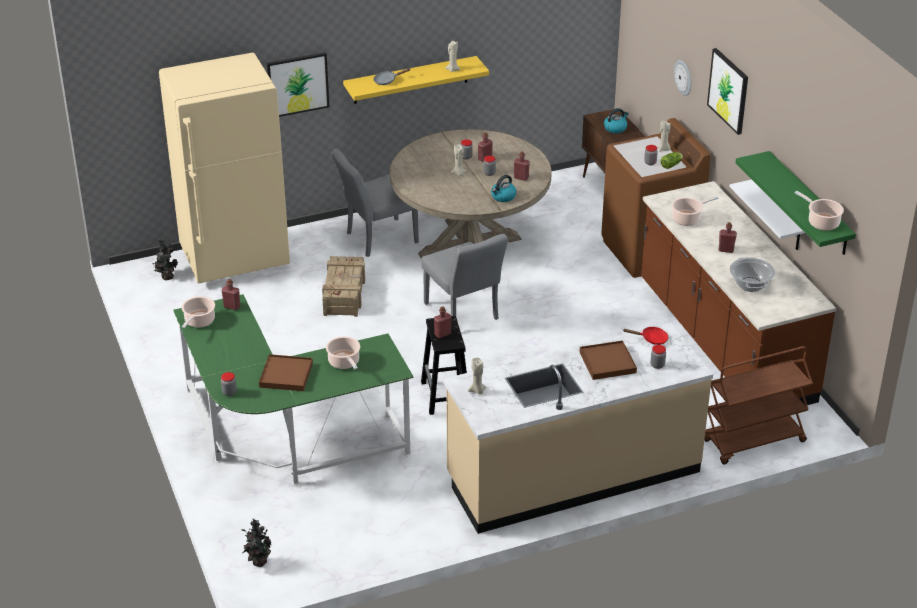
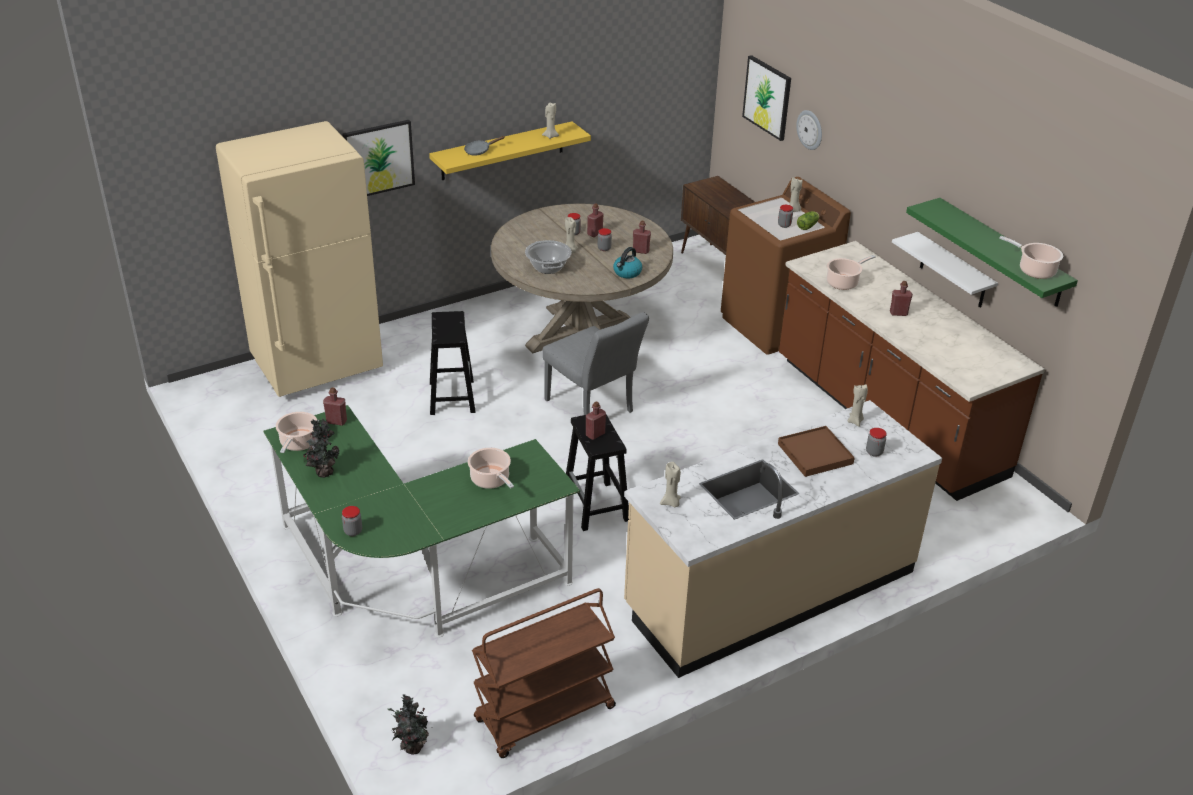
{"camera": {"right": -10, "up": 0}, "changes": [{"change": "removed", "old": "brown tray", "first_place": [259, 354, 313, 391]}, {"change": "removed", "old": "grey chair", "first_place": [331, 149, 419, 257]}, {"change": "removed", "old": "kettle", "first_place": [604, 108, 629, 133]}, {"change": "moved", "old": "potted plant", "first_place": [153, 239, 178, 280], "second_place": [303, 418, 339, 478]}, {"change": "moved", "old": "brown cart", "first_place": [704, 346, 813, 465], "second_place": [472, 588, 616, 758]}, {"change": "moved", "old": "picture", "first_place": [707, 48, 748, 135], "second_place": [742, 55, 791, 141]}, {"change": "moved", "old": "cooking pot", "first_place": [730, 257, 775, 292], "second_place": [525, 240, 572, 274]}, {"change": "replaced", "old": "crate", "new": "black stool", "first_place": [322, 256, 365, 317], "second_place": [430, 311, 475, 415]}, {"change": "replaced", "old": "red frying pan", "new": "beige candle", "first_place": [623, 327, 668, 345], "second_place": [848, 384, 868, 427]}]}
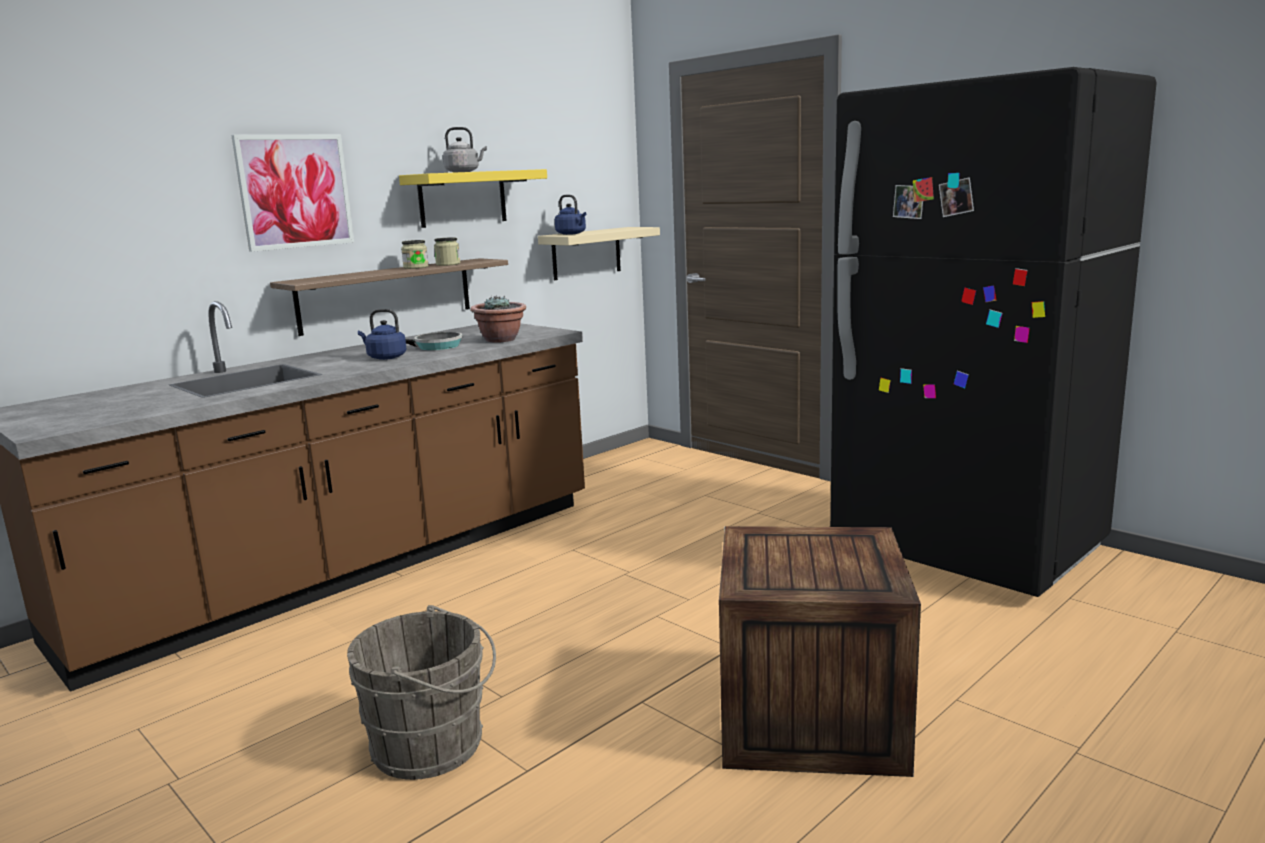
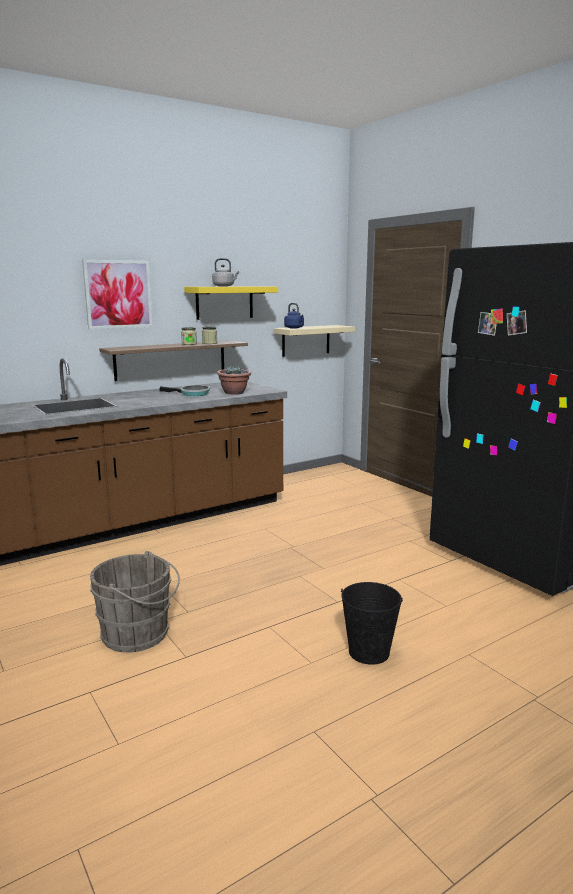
{"camera": {"right": 10, "up": 0}, "changes": [{"change": "removed", "old": "blue kettle", "first_place": [358, 309, 406, 360]}, {"change": "replaced", "old": "crate", "new": "black bucket", "first_place": [719, 526, 921, 777], "second_place": [341, 582, 403, 665]}]}
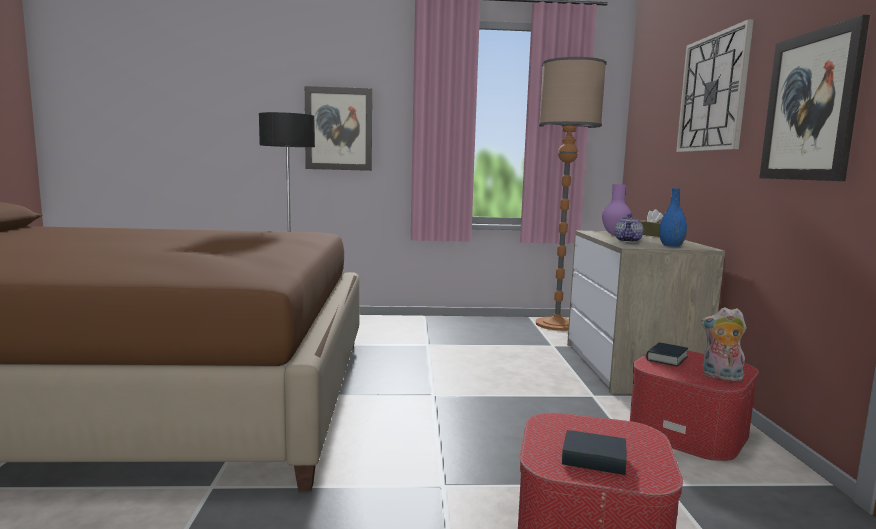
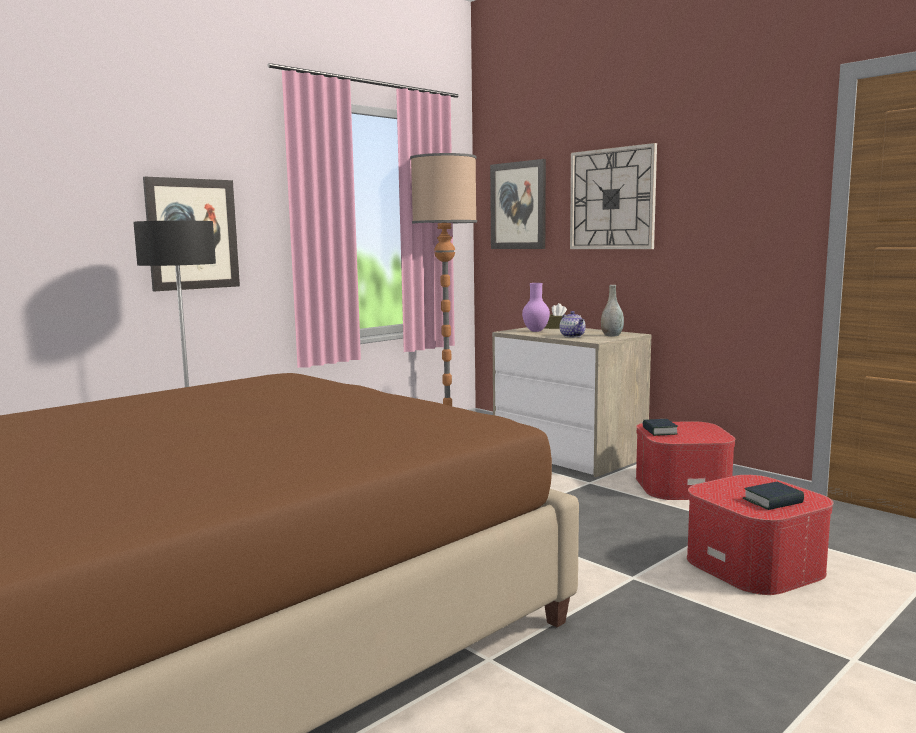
{"camera": {"right": -40, "up": 0}, "changes": [{"change": "removed", "old": "plush toy", "first_place": [701, 307, 747, 381]}, {"change": "moved", "old": "picture", "first_place": [759, 15, 870, 181], "second_place": [490, 159, 546, 249]}, {"change": "recoloured", "old": "blue vase", "new": "grey vase", "first_place": [659, 188, 687, 247], "second_place": [601, 285, 624, 337]}]}
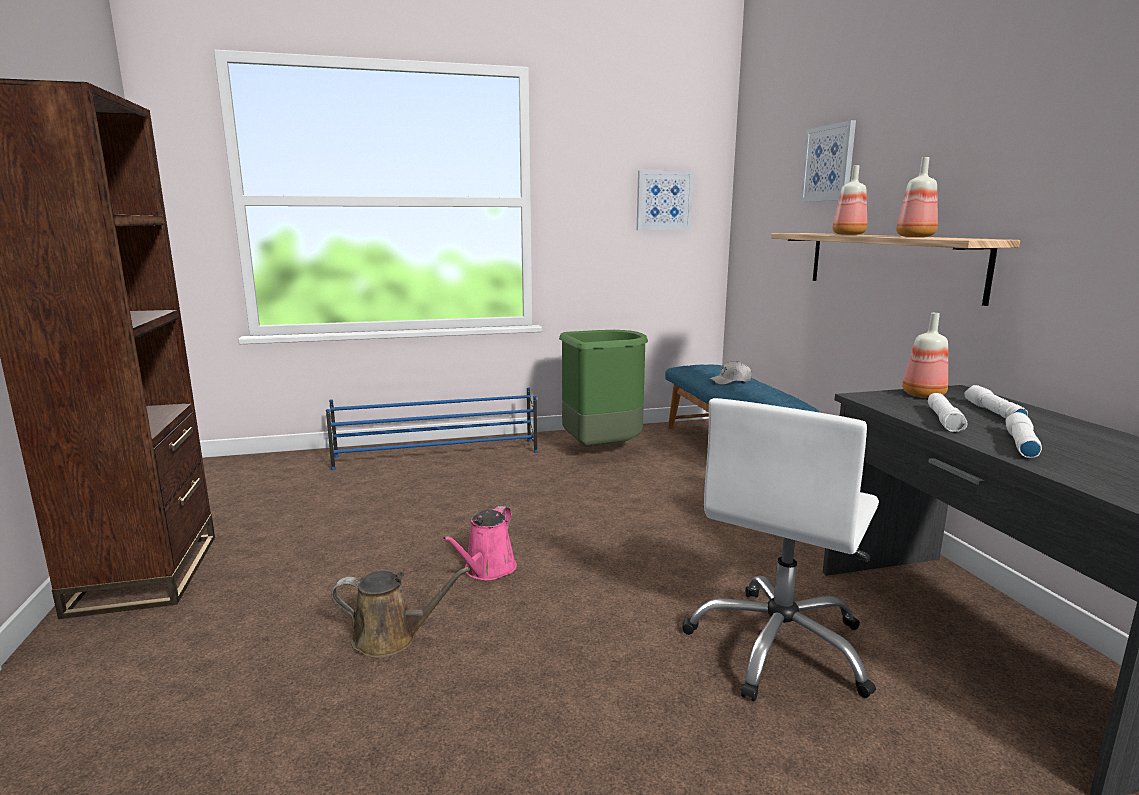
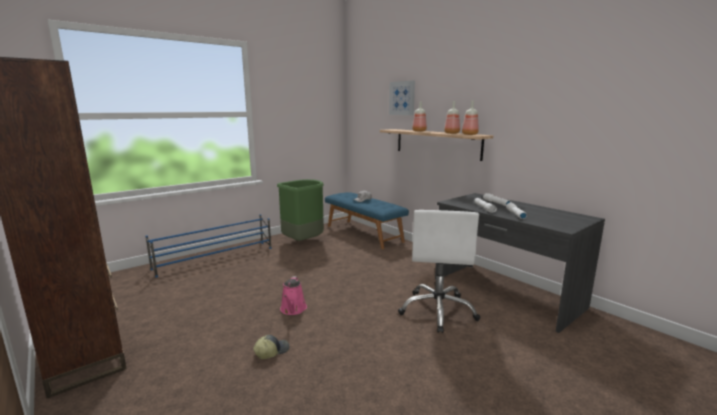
{"camera": {"right": -25, "up": 0}, "changes": [{"change": "removed", "old": "picture", "first_place": [637, 170, 693, 230]}, {"change": "moved", "old": "bottle", "first_place": [902, 313, 948, 398], "second_place": [462, 101, 479, 135]}, {"change": "replaced", "old": "brown watering can", "new": "cap", "first_place": [331, 567, 470, 658], "second_place": [253, 335, 289, 359]}]}
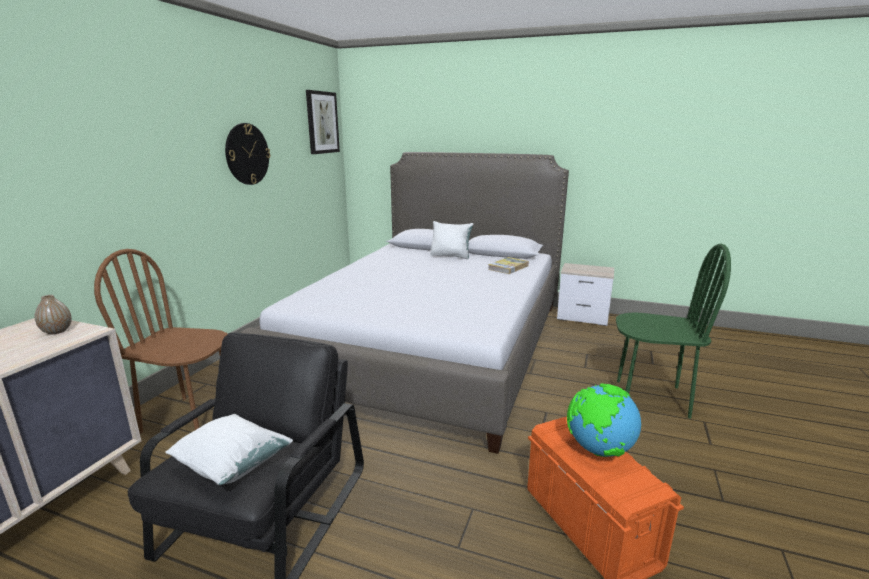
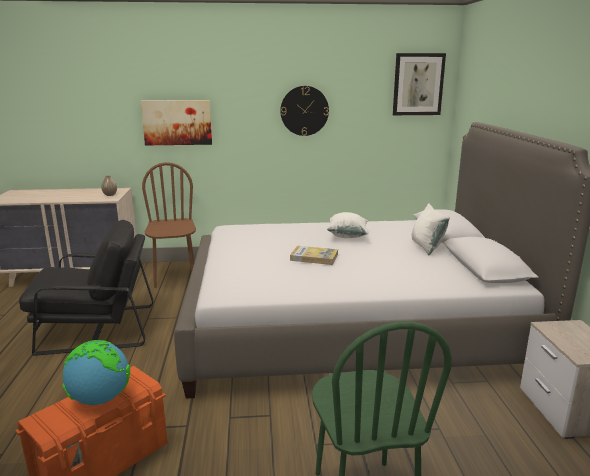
{"camera": {"right": 65, "up": 0}, "changes": [{"change": "added", "new": "picture", "second_place": [141, 100, 212, 145]}, {"change": "moved", "old": "white pillow", "first_place": [165, 414, 293, 485], "second_place": [327, 212, 369, 238]}, {"change": "moved", "old": "book", "first_place": [488, 257, 529, 274], "second_place": [290, 246, 338, 265]}]}
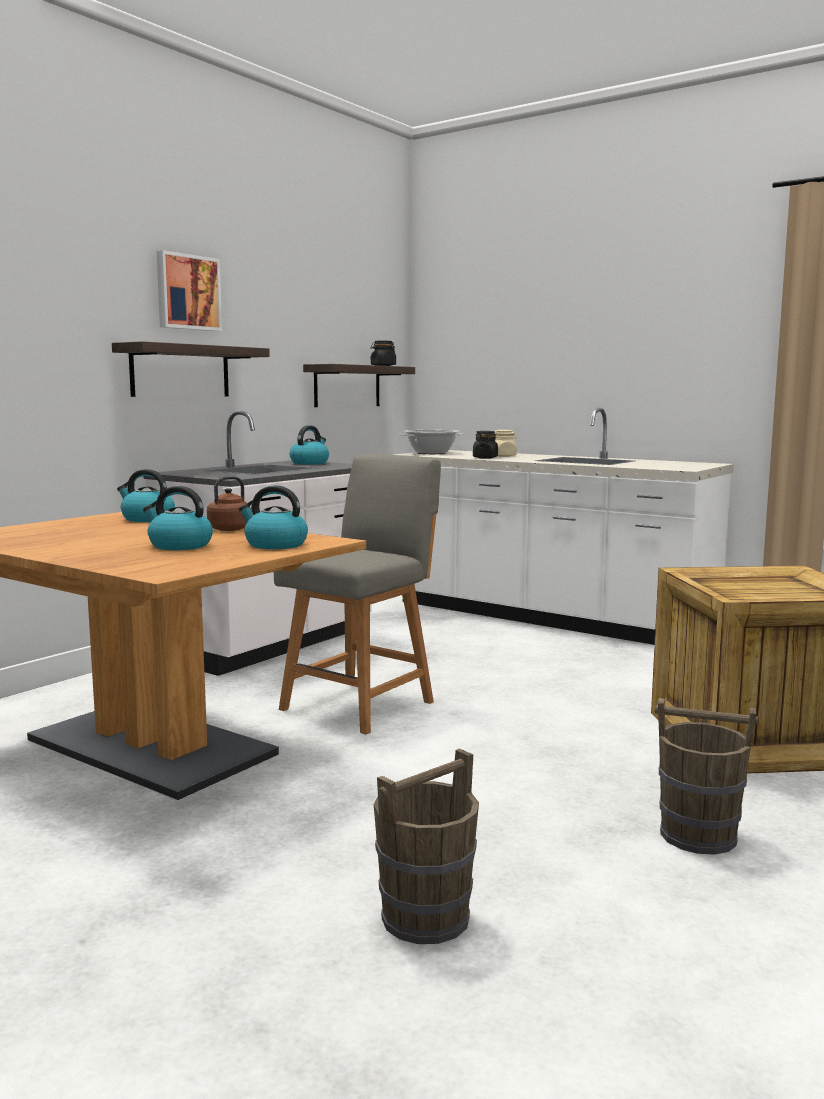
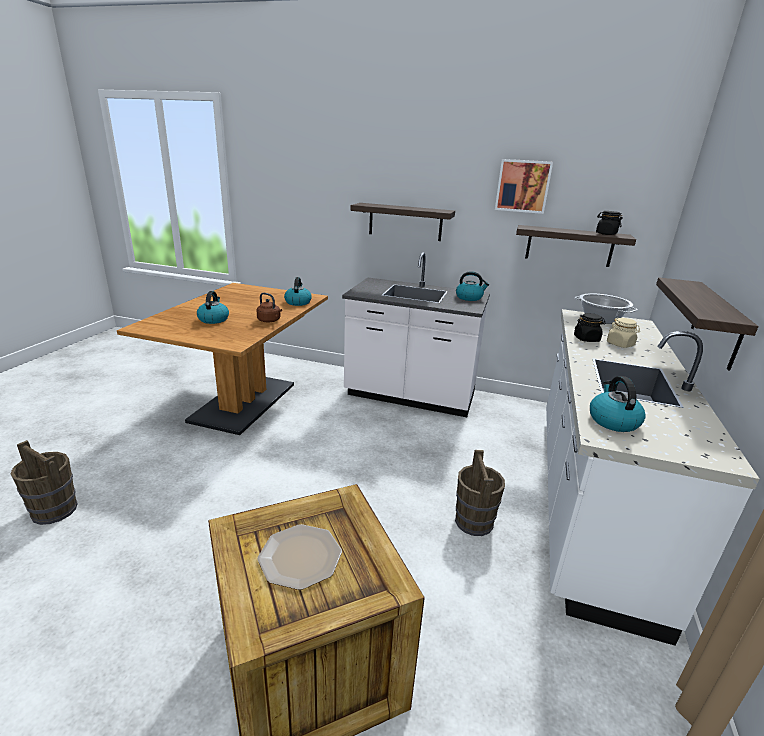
{"camera": {"right": 70, "up": 15}, "changes": [{"change": "removed", "old": "grey chair", "first_place": [274, 454, 441, 735]}, {"change": "added", "new": "plate", "second_place": [257, 524, 342, 590]}, {"change": "added", "new": "shelf", "second_place": [656, 277, 759, 371]}, {"change": "moved", "old": "picture", "first_place": [157, 250, 222, 331], "second_place": [495, 159, 553, 214]}, {"change": "moved", "old": "kettle", "first_place": [239, 485, 308, 549], "second_place": [590, 376, 646, 432]}, {"change": "moved", "old": "brown bucket", "first_place": [655, 698, 759, 855], "second_place": [455, 450, 505, 536]}]}
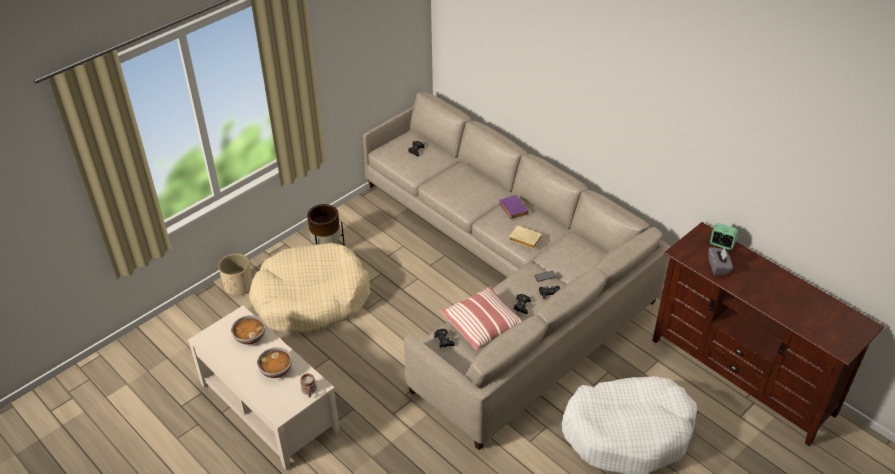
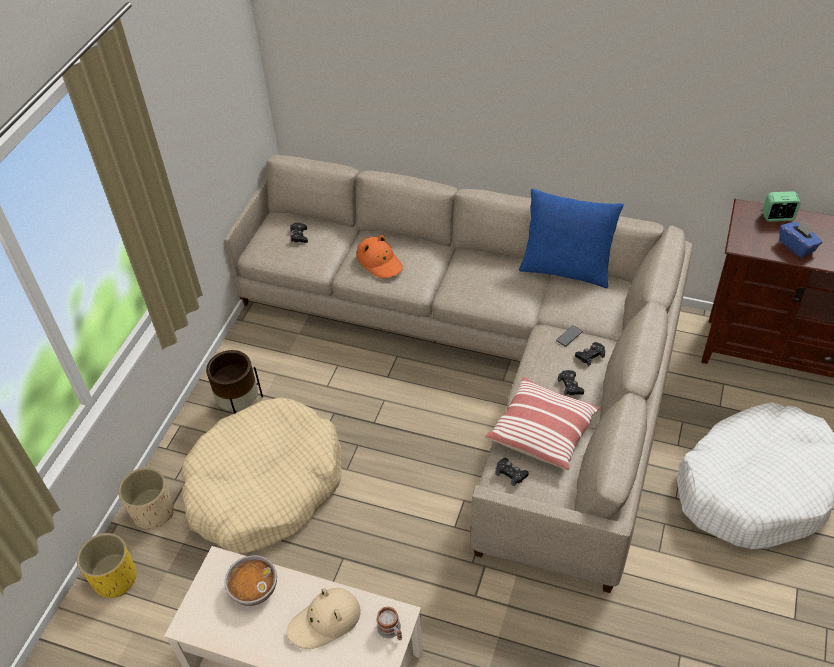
{"camera": {"right": -25, "up": 5}, "changes": [{"change": "removed", "old": "purple book", "first_place": [499, 195, 529, 219]}, {"change": "removed", "old": "beige book", "first_place": [509, 225, 542, 249]}, {"change": "added", "new": "yellow planter", "second_place": [77, 533, 137, 598]}, {"change": "added", "new": "orange hat", "second_place": [356, 235, 403, 278]}, {"change": "added", "new": "blue pillow", "second_place": [519, 189, 624, 288]}, {"change": "replaced", "old": "bowl", "new": "beige hat", "first_place": [257, 347, 292, 378], "second_place": [287, 588, 361, 649]}, {"change": "recoloured", "old": "grey tissue box", "new": "blue tissue box", "first_place": [708, 247, 733, 275], "second_place": [780, 219, 822, 258]}]}
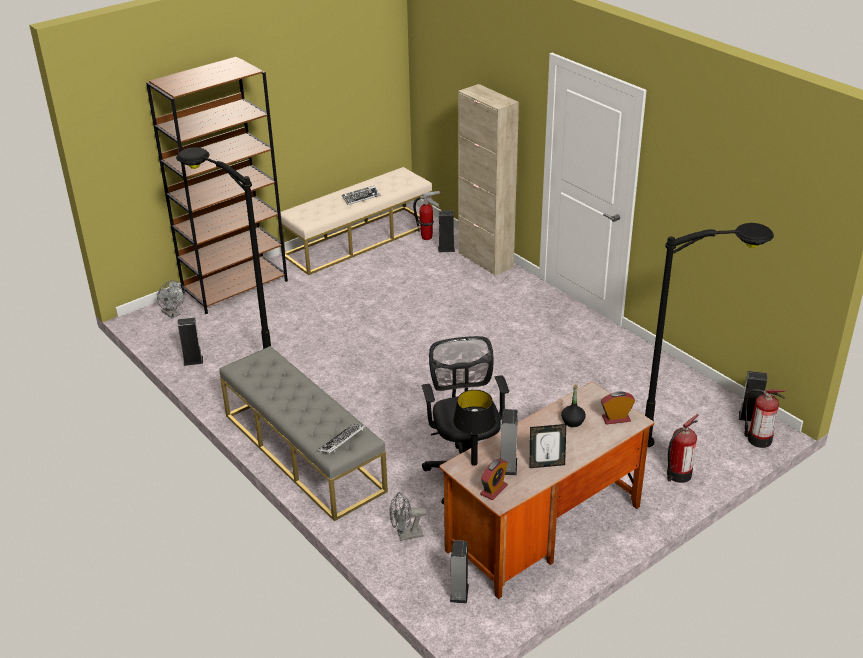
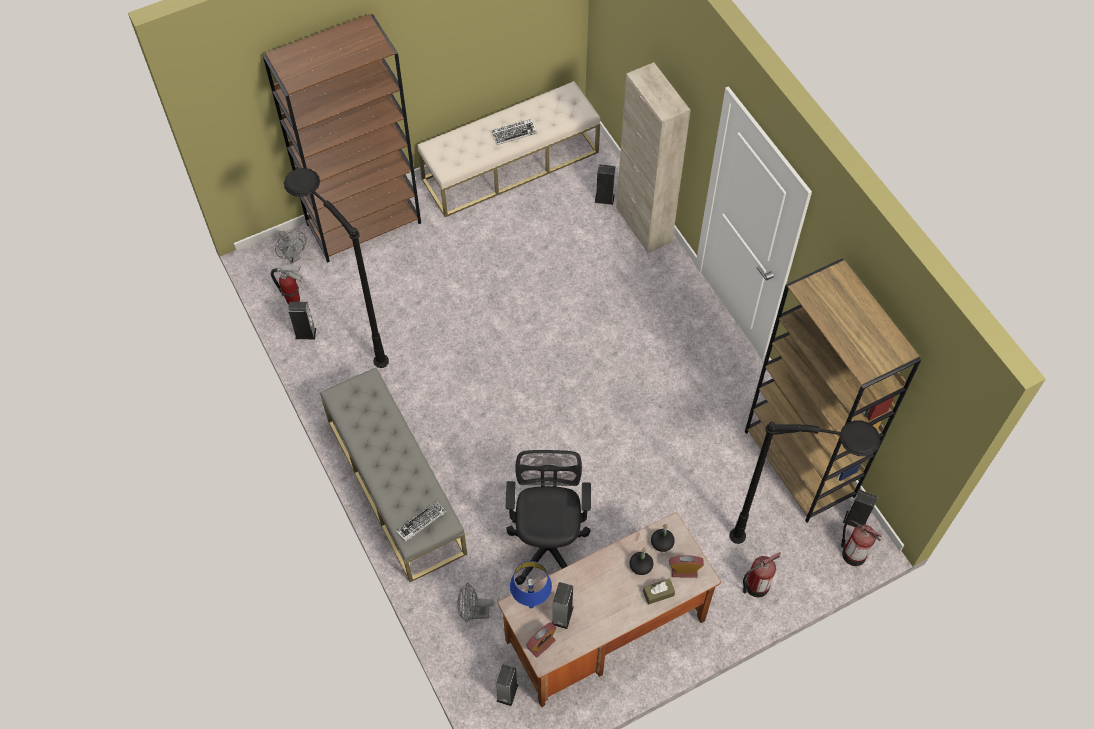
{"camera": {"right": 10, "up": 25}, "changes": [{"change": "removed", "old": "picture frame", "first_place": [529, 424, 566, 468]}, {"change": "added", "new": "brown tissue box", "second_place": [643, 578, 675, 605]}, {"change": "added", "new": "black bottle", "second_place": [651, 524, 675, 552]}, {"change": "added", "new": "brown bookcase", "second_place": [745, 259, 921, 522]}, {"change": "moved", "old": "fire extinguisher", "first_place": [413, 191, 440, 240], "second_place": [271, 265, 303, 304]}, {"change": "recoloured", "old": "black table lamp", "new": "blue table lamp", "first_place": [453, 390, 496, 466], "second_place": [510, 561, 552, 608]}]}
